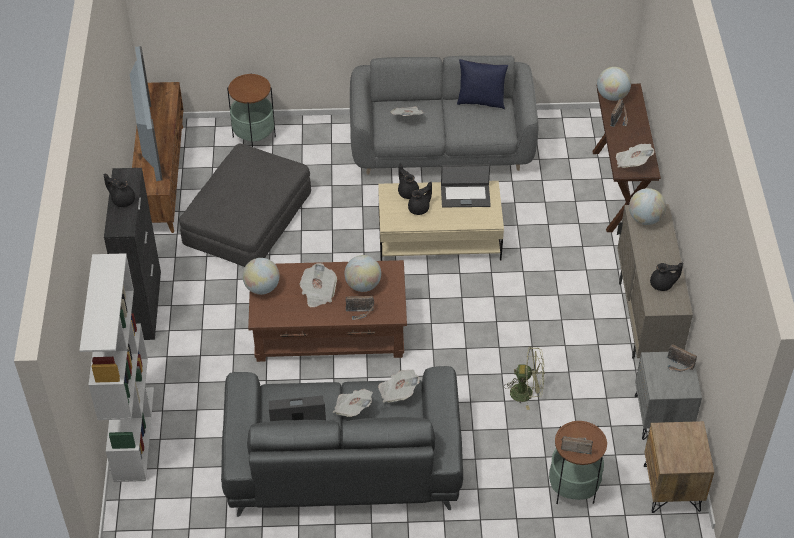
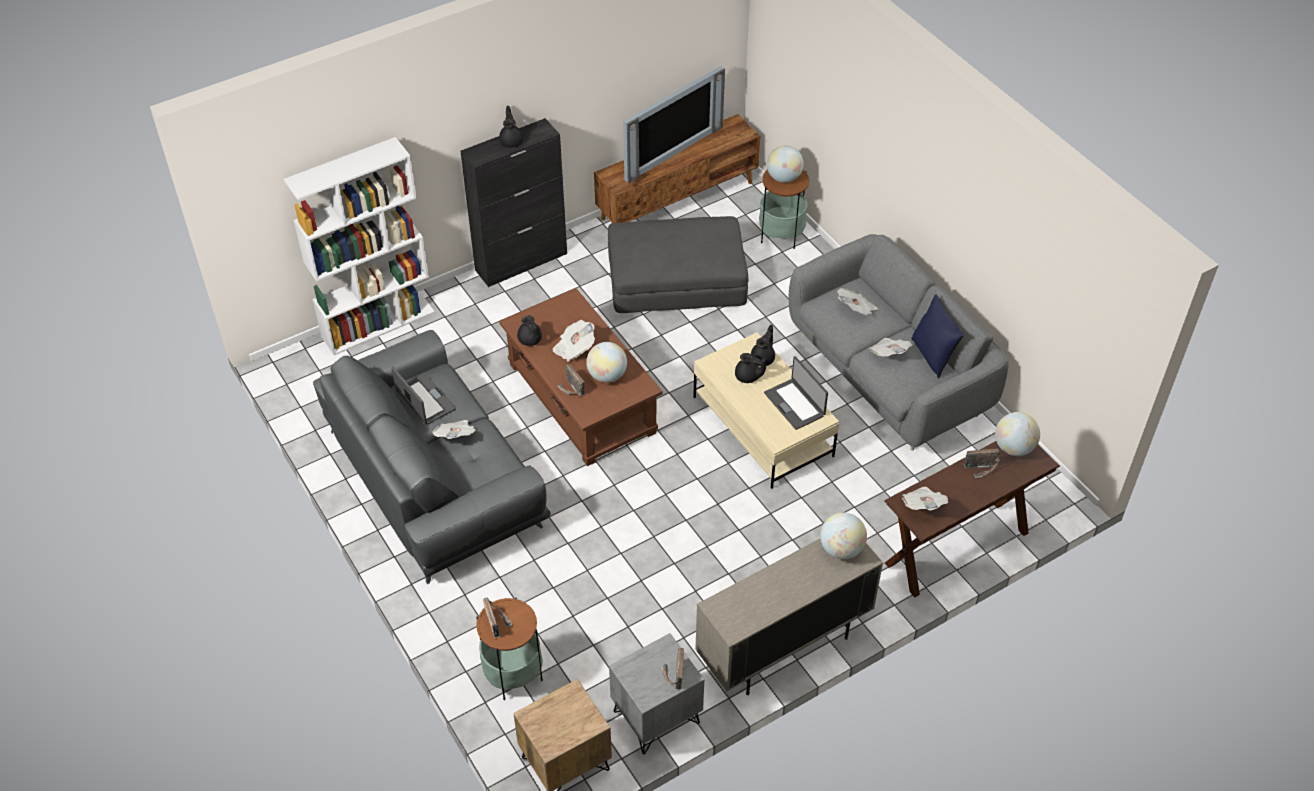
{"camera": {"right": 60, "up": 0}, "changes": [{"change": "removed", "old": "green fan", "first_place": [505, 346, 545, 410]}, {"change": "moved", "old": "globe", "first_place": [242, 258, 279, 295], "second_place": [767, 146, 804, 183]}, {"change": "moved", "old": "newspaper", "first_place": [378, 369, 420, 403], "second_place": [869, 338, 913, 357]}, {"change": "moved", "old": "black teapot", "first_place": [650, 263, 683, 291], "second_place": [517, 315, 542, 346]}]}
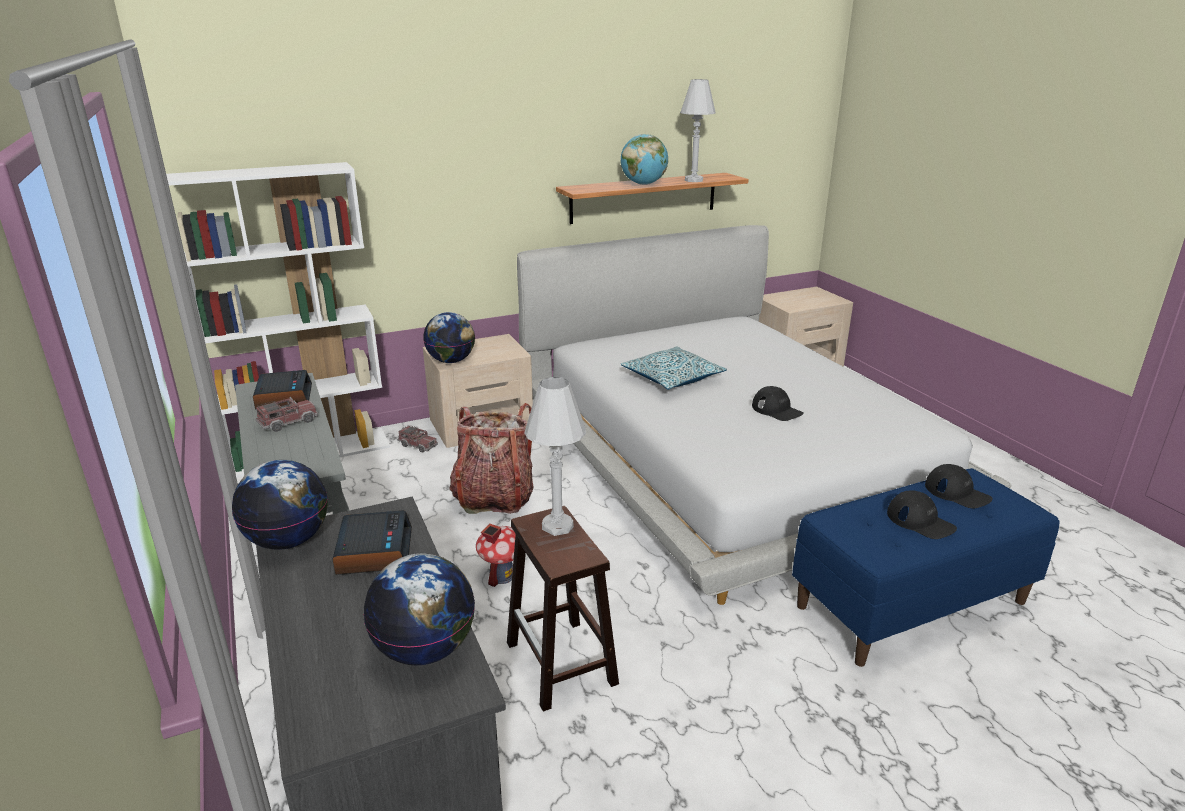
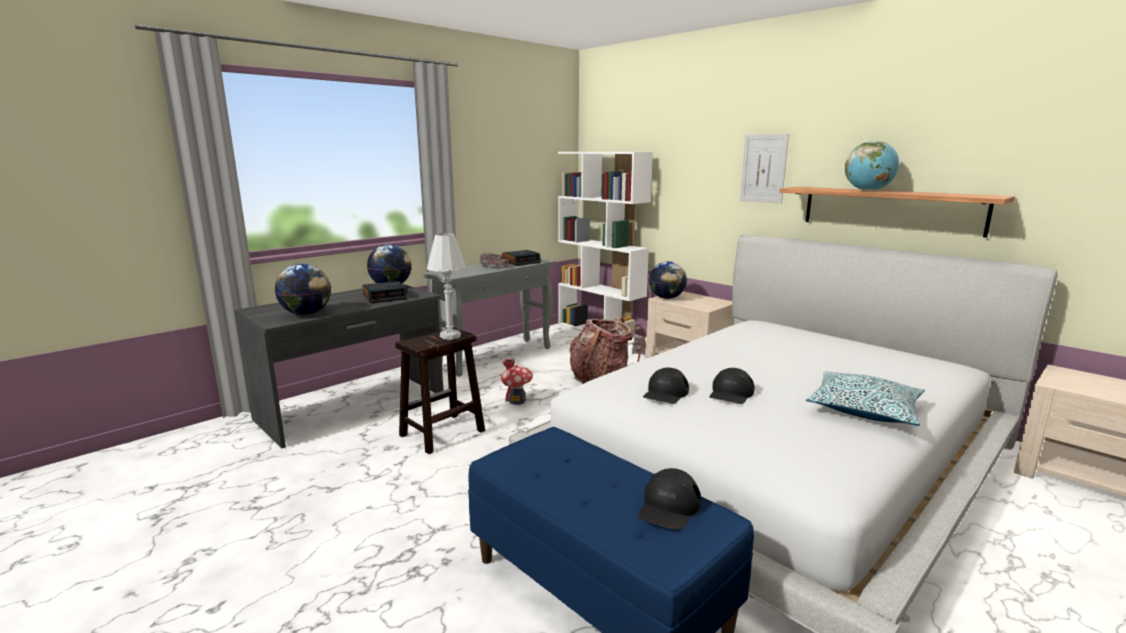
{"camera": {"right": 70, "up": -10}, "changes": [{"change": "removed", "old": "white table lamp", "first_place": [680, 79, 716, 182]}, {"change": "added", "new": "picture", "second_place": [740, 134, 789, 204]}, {"change": "moved", "old": "pillow", "first_place": [621, 346, 727, 390], "second_place": [806, 371, 925, 426]}, {"change": "moved", "old": "black cap", "first_place": [887, 490, 957, 539], "second_place": [643, 368, 689, 404]}]}
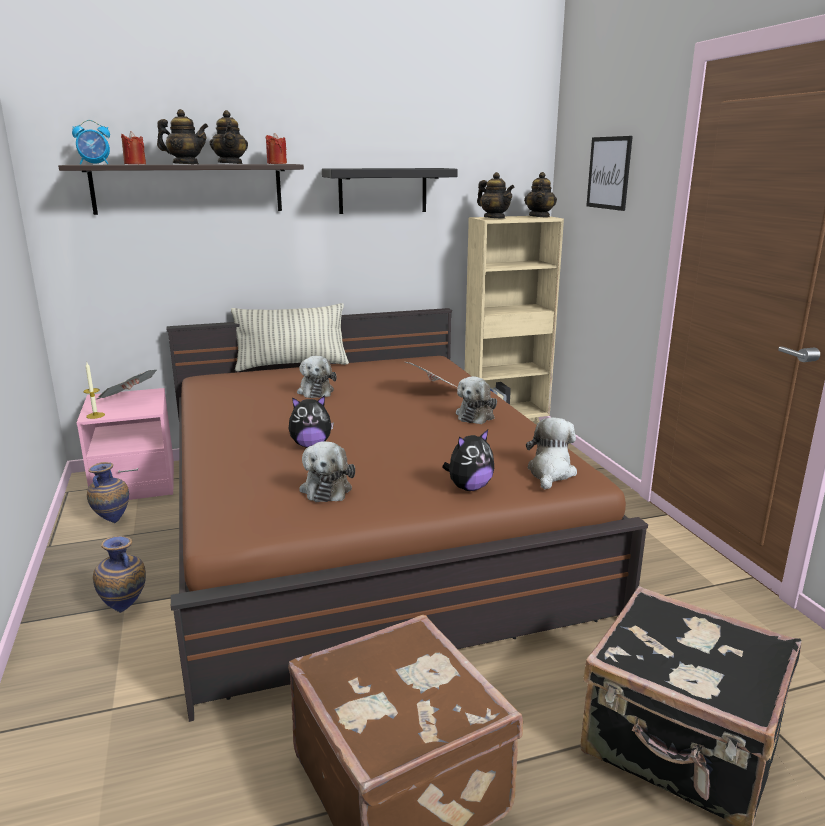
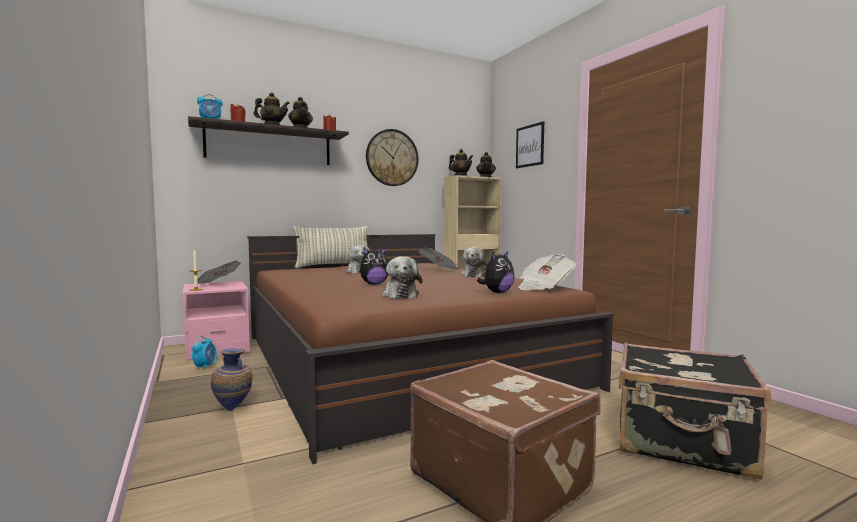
{"camera": {"right": -10, "up": -15}, "changes": [{"change": "replaced", "old": "vase", "new": "alarm clock", "first_place": [87, 462, 129, 523], "second_place": [192, 336, 217, 370]}, {"change": "replaced", "old": "black shelf", "new": "wall clock", "first_place": [322, 168, 458, 214], "second_place": [366, 129, 418, 186]}, {"change": "replaced", "old": "plush toy", "new": "newspaper", "first_place": [526, 417, 577, 490], "second_place": [518, 254, 576, 290]}]}
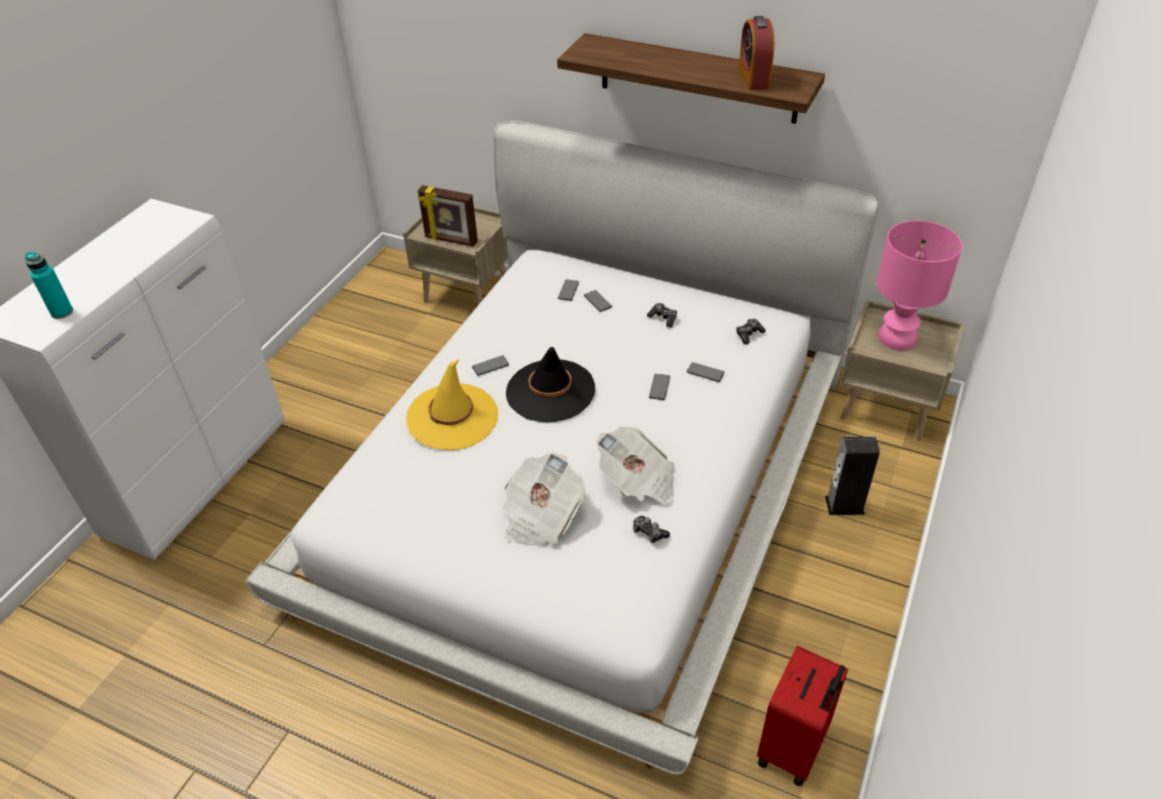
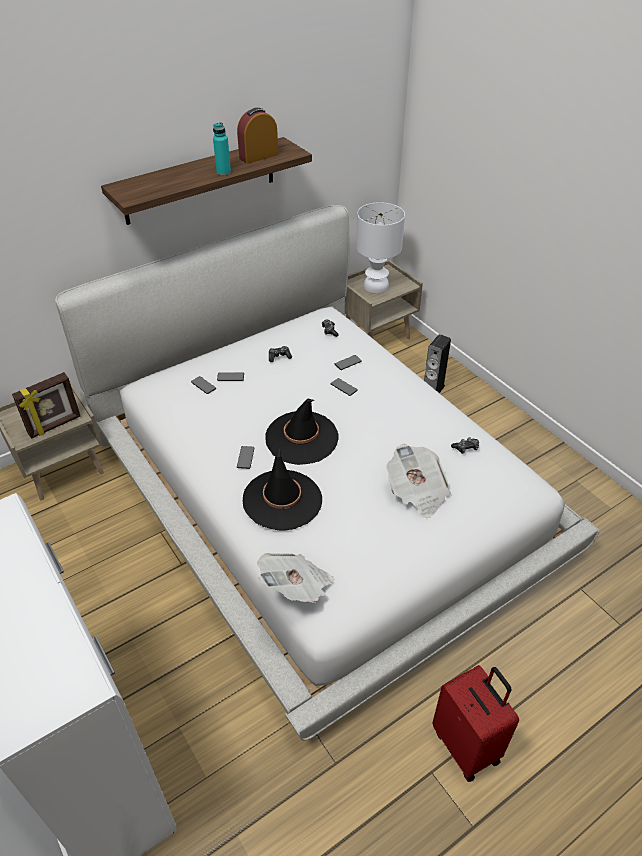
{"camera": {"right": -60, "up": 0}, "changes": [{"change": "moved", "old": "turquoise bottle", "first_place": [24, 252, 73, 319], "second_place": [213, 122, 231, 175]}, {"change": "moved", "old": "newspaper", "first_place": [597, 427, 675, 504], "second_place": [257, 553, 334, 603]}, {"change": "moved", "old": "red suitcase", "first_place": [757, 646, 848, 786], "second_place": [432, 665, 519, 782]}, {"change": "recoloured", "old": "yellow hat", "new": "black hat", "first_place": [406, 359, 498, 450], "second_place": [243, 448, 322, 530]}, {"change": "recoloured", "old": "pink table lamp", "new": "white table lamp", "first_place": [877, 220, 962, 350], "second_place": [356, 202, 405, 293]}, {"change": "turned", "old": "alarm clock", "first_place": [739, 16, 774, 90], "second_place": [237, 108, 278, 164], "degrees": 120}]}
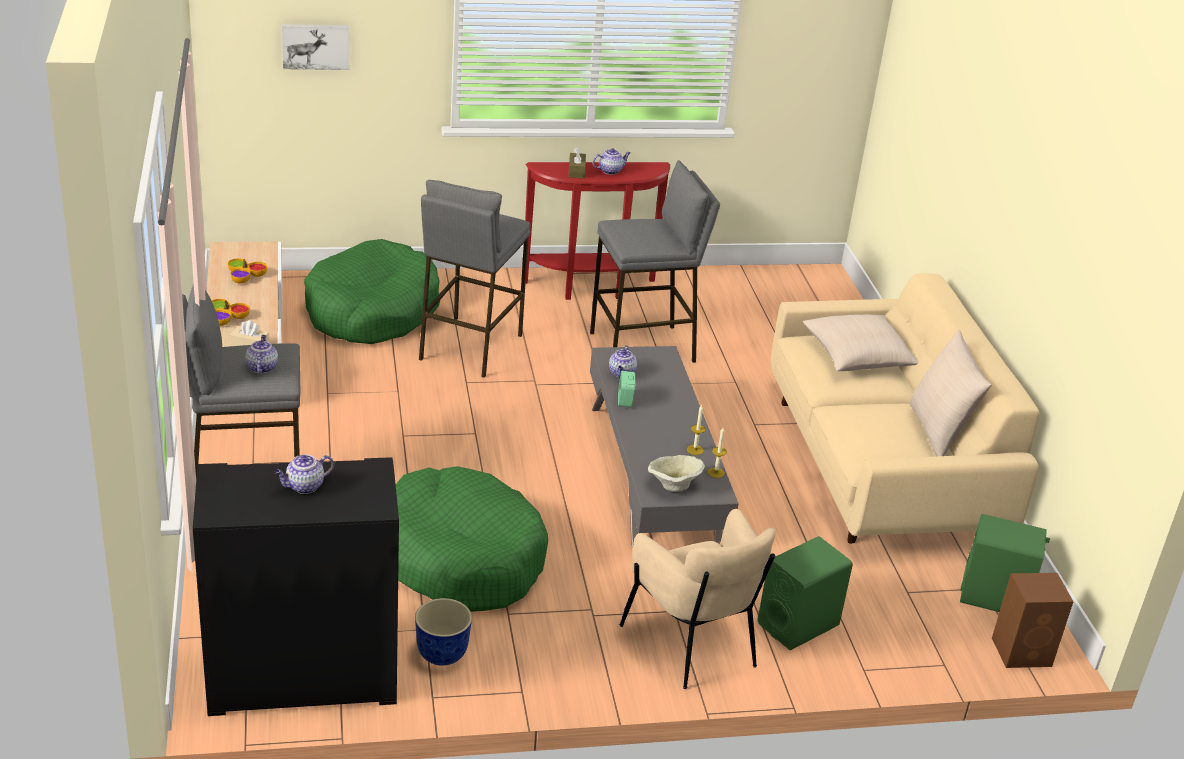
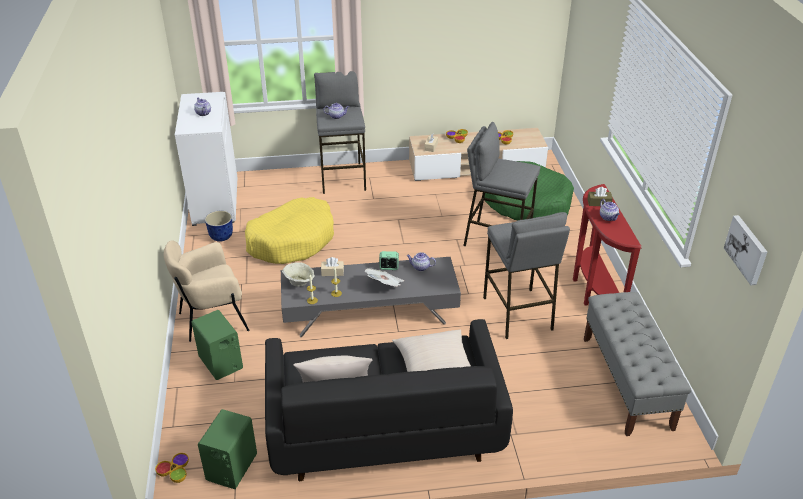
{"camera": {"right": 95, "up": 5}, "changes": [{"change": "added", "new": "beige tissue box", "second_place": [321, 257, 344, 276]}, {"change": "added", "new": "newspaper", "second_place": [365, 268, 404, 287]}, {"change": "added", "new": "grey bench", "second_place": [584, 292, 691, 436]}, {"change": "moved", "old": "picture", "first_place": [282, 24, 349, 70], "second_place": [724, 215, 767, 285]}, {"change": "replaced", "old": "brown speaker", "new": "bowl", "first_place": [992, 573, 1074, 668], "second_place": [155, 453, 189, 483]}, {"change": "recoloured", "old": "black cabinet", "new": "white cabinet", "first_place": [193, 457, 399, 716], "second_place": [175, 92, 237, 226]}, {"change": "recoloured", "old": "green dog bed", "new": "yellow dog bed", "first_place": [396, 466, 548, 612], "second_place": [245, 197, 334, 264]}, {"change": "recoloured", "old": "beige sofa", "new": "black sofa", "first_place": [771, 273, 1040, 544], "second_place": [265, 319, 513, 481]}]}
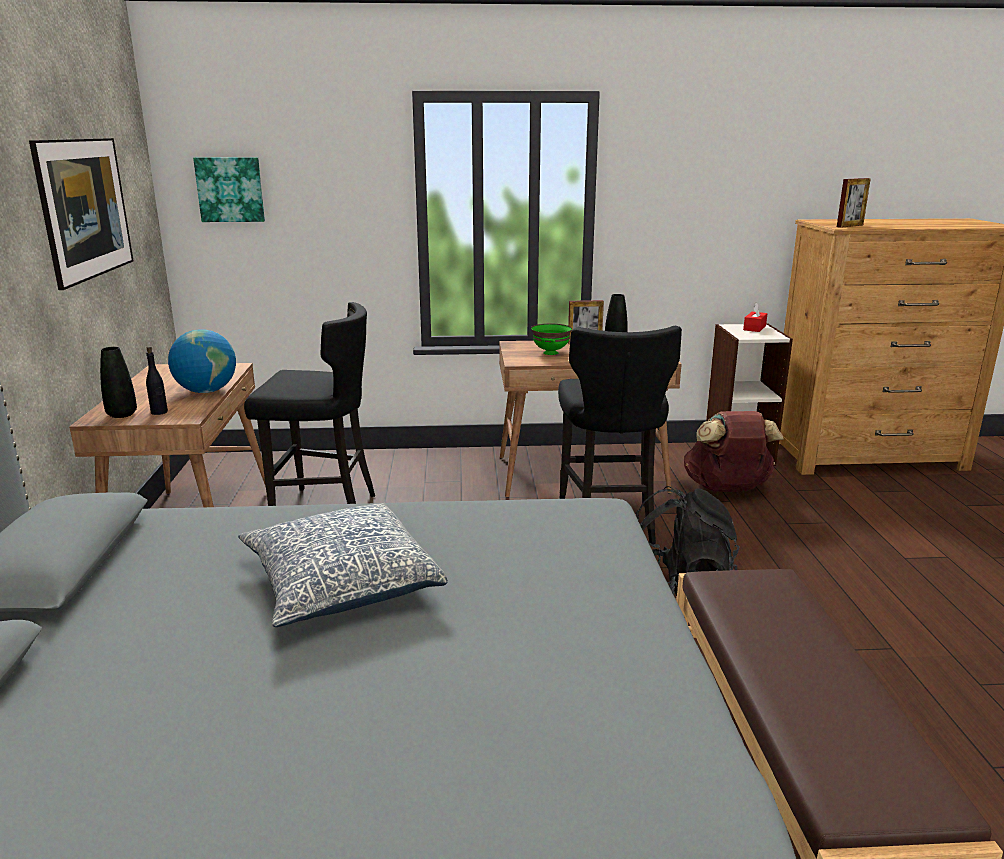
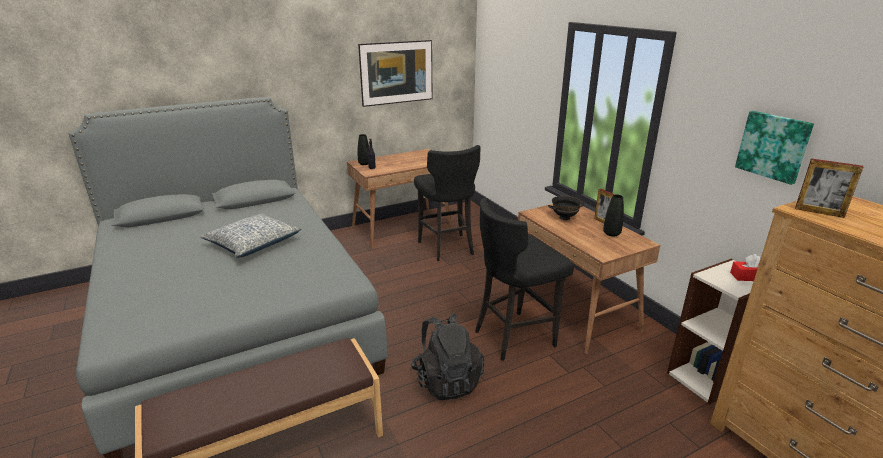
{"camera": {"right": 65, "up": 5}, "changes": [{"change": "removed", "old": "globe", "first_place": [168, 329, 236, 393]}, {"change": "removed", "old": "brown backpack", "first_place": [684, 411, 784, 492]}, {"change": "moved", "old": "picture", "first_place": [193, 157, 265, 222], "second_place": [735, 111, 814, 185]}, {"change": "recoloured", "old": "green bowl", "new": "black bowl", "first_place": [531, 324, 572, 355], "second_place": [548, 196, 585, 220]}]}
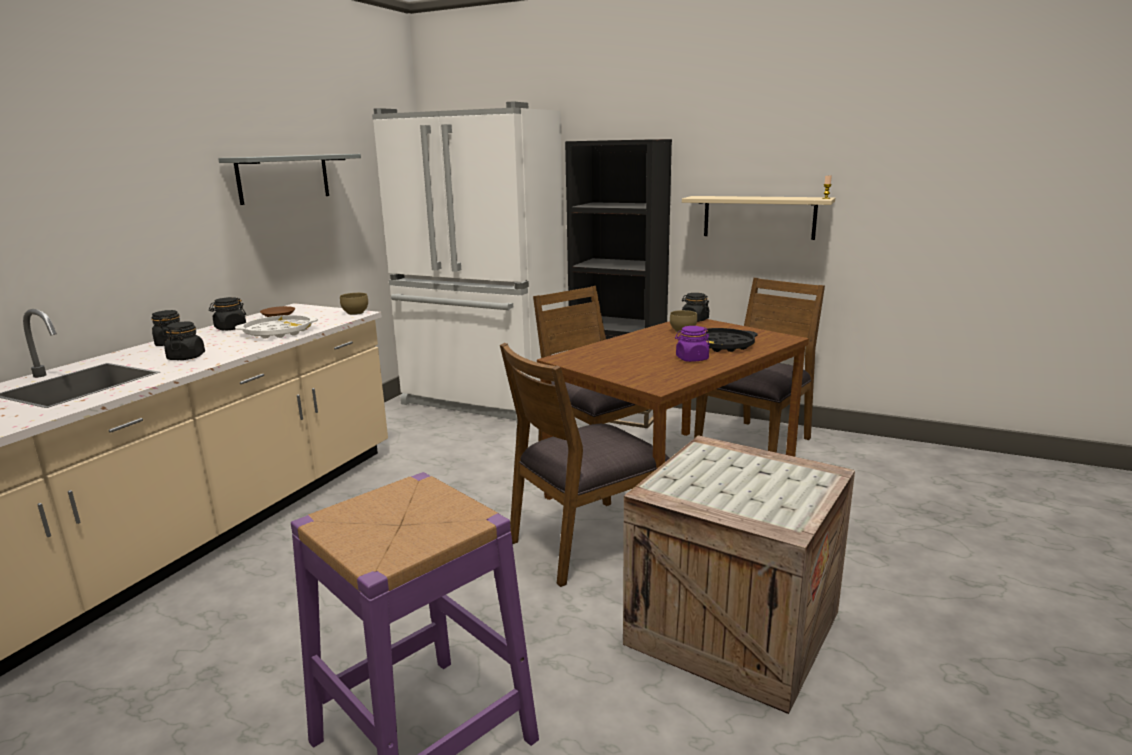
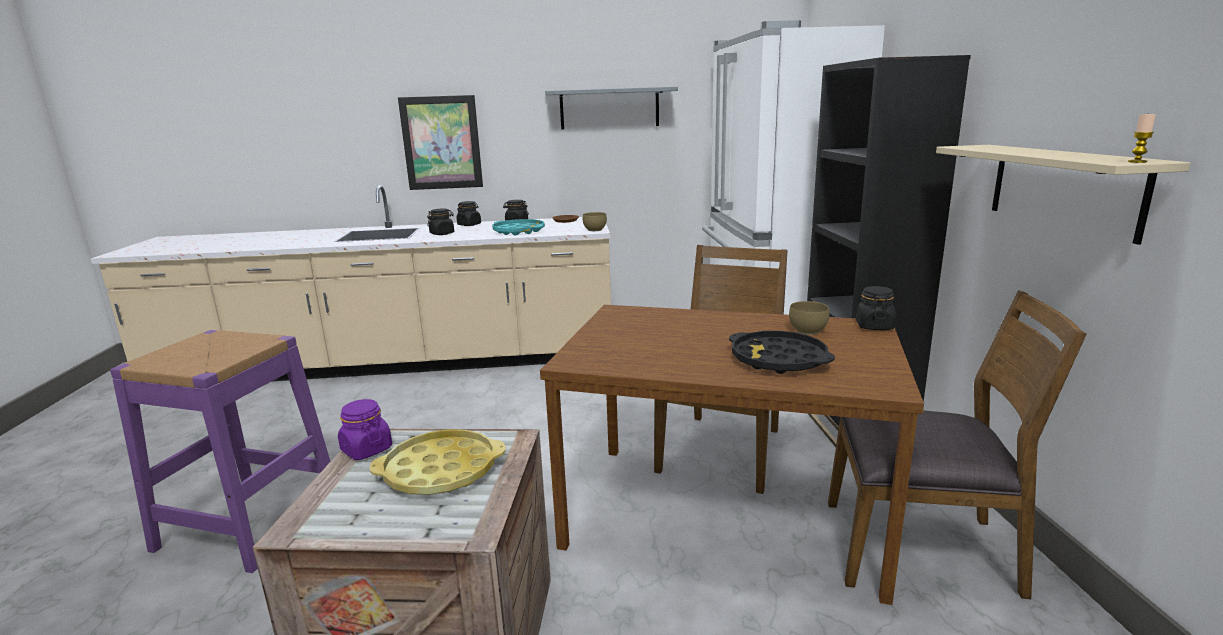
{"camera": {"right": 60, "up": 0}, "changes": [{"change": "removed", "old": "brown chair", "first_place": [500, 343, 670, 587]}, {"change": "added", "new": "yellow tray", "second_place": [370, 429, 506, 495]}, {"change": "added", "new": "picture", "second_place": [398, 95, 483, 190]}, {"change": "moved", "old": "purple jar", "first_place": [675, 326, 710, 362], "second_place": [338, 399, 392, 460]}, {"change": "recoloured", "old": "white tray", "new": "turquoise tray", "first_place": [235, 315, 318, 339], "second_place": [492, 219, 545, 235]}]}
